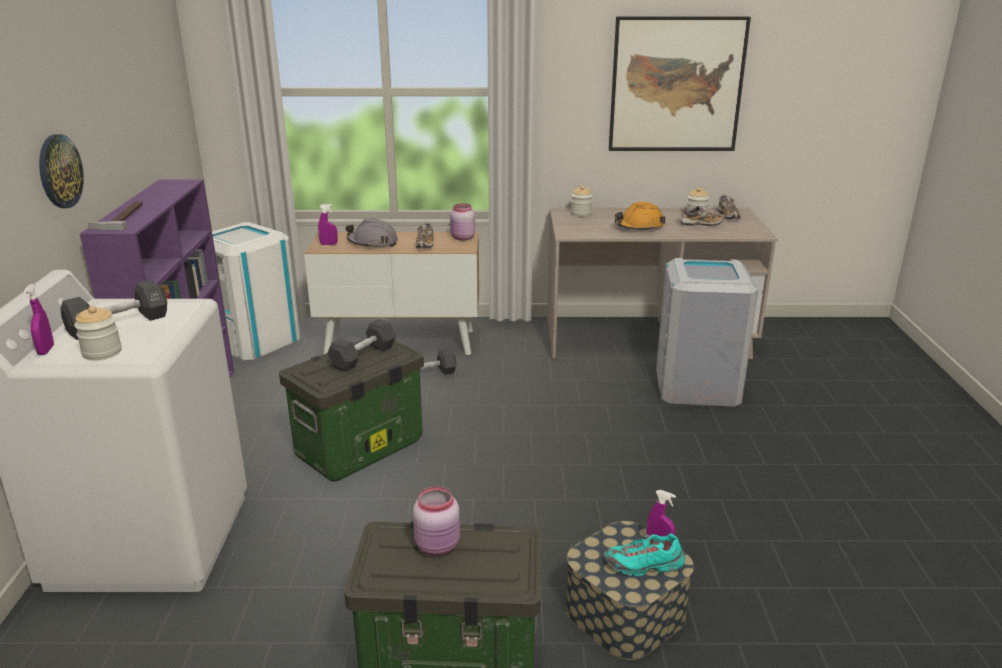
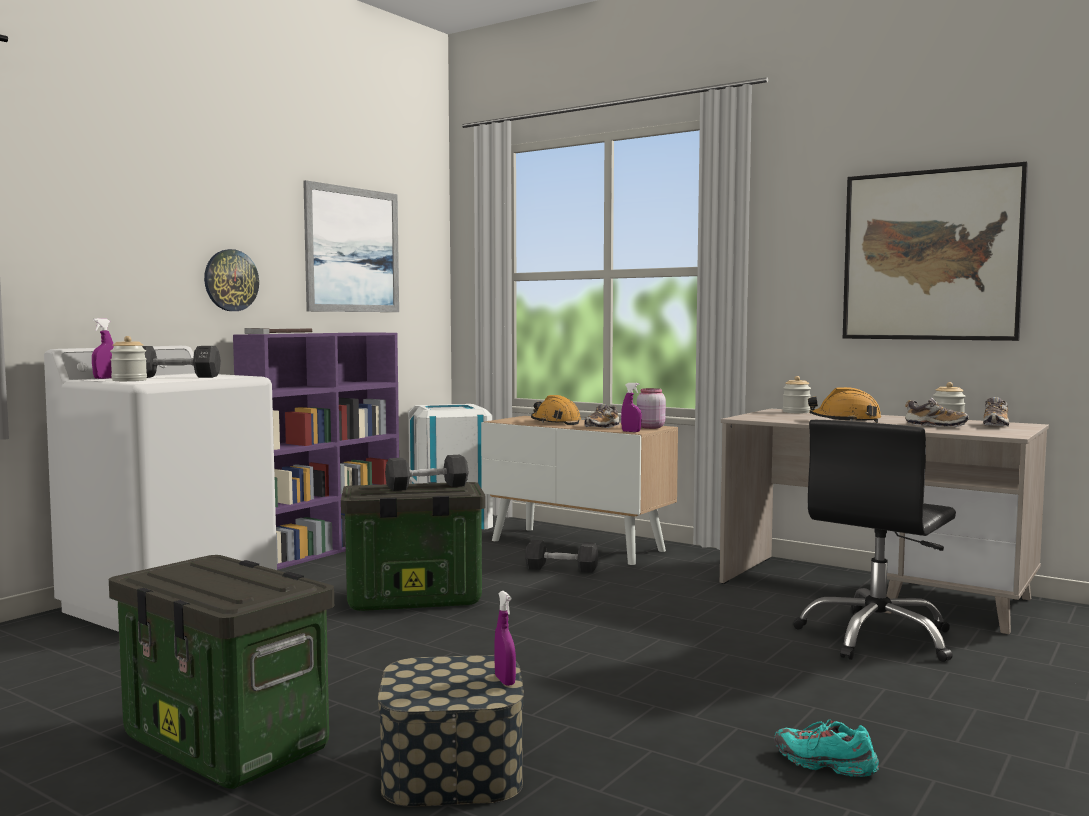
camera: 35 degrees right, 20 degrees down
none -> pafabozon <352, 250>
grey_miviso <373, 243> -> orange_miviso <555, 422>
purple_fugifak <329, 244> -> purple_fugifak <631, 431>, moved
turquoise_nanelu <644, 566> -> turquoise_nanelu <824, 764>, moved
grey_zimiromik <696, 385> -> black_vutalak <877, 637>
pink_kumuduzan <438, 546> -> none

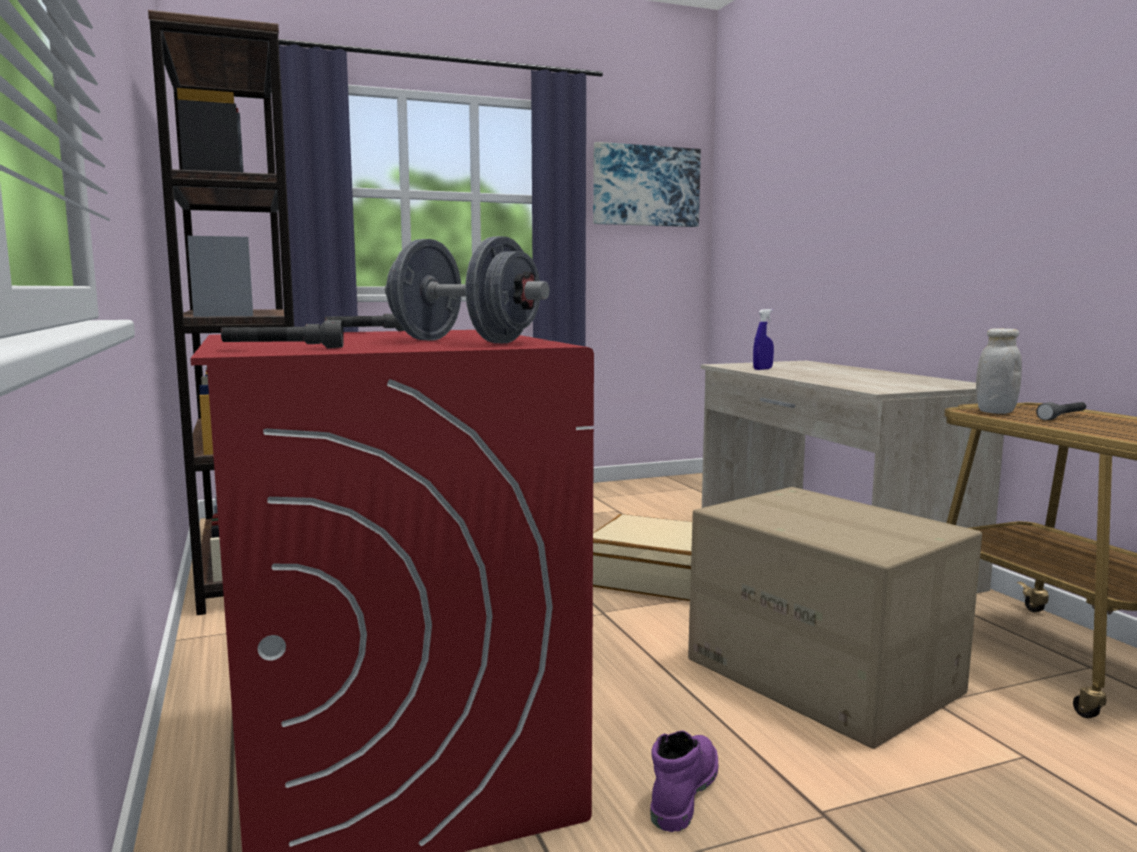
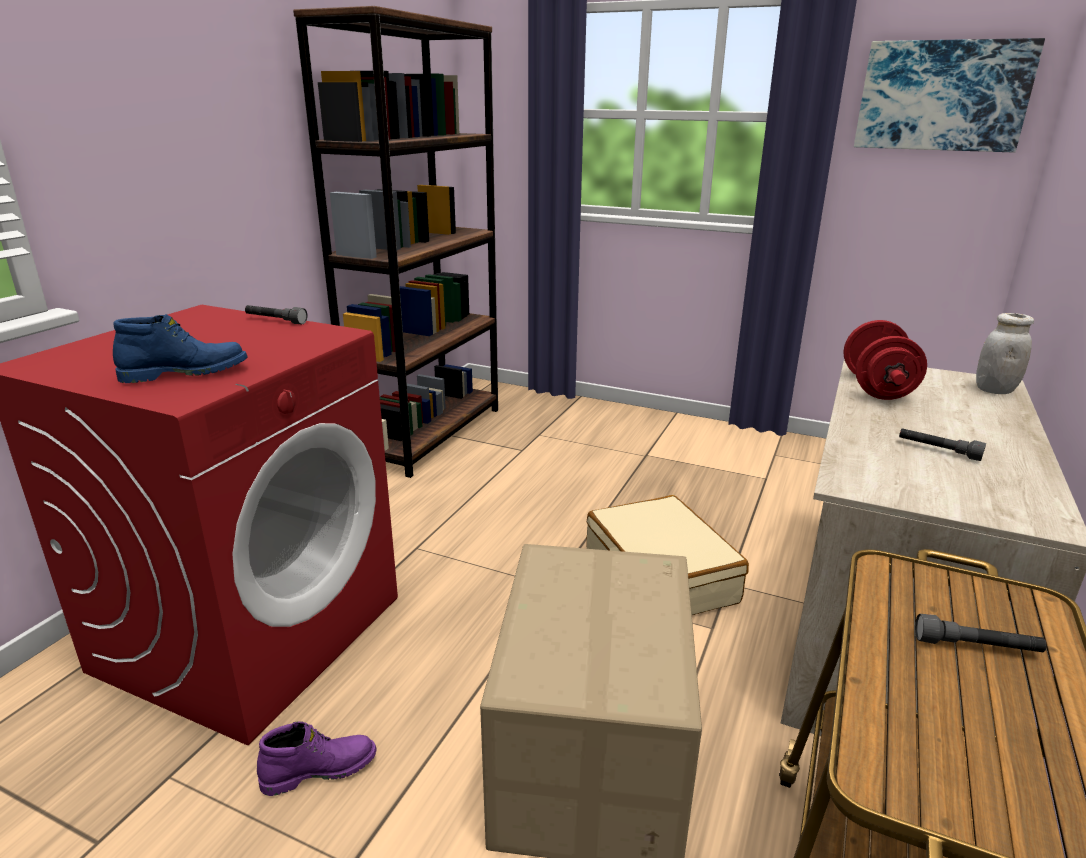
camera: 45 degrees right, 15 degrees up
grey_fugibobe <464, 341> -> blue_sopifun <186, 373>
blue_fugifak <762, 369> -> red_fugibobe <877, 388>
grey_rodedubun <283, 348> -> grey_rodedubun <938, 450>, moved
white_kumuduzan <995, 412> -> white_kumuduzan <994, 390>, moved

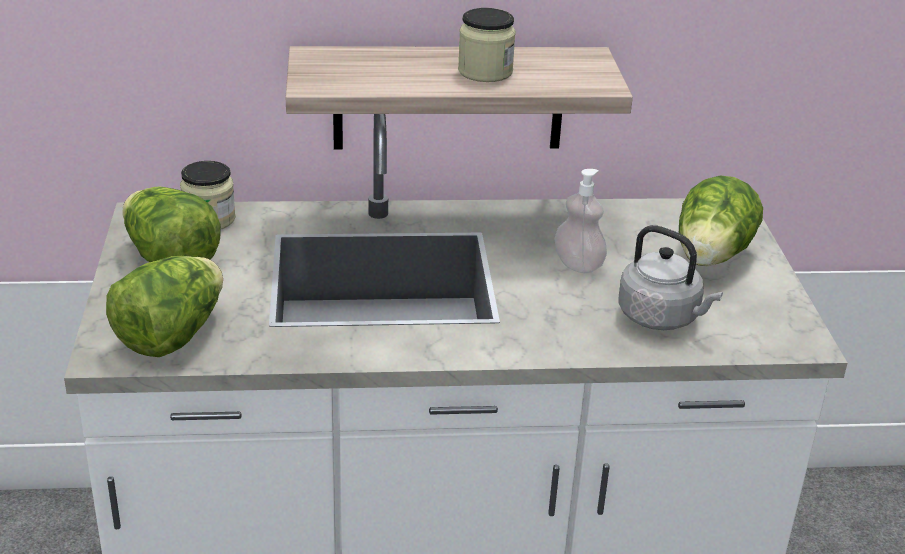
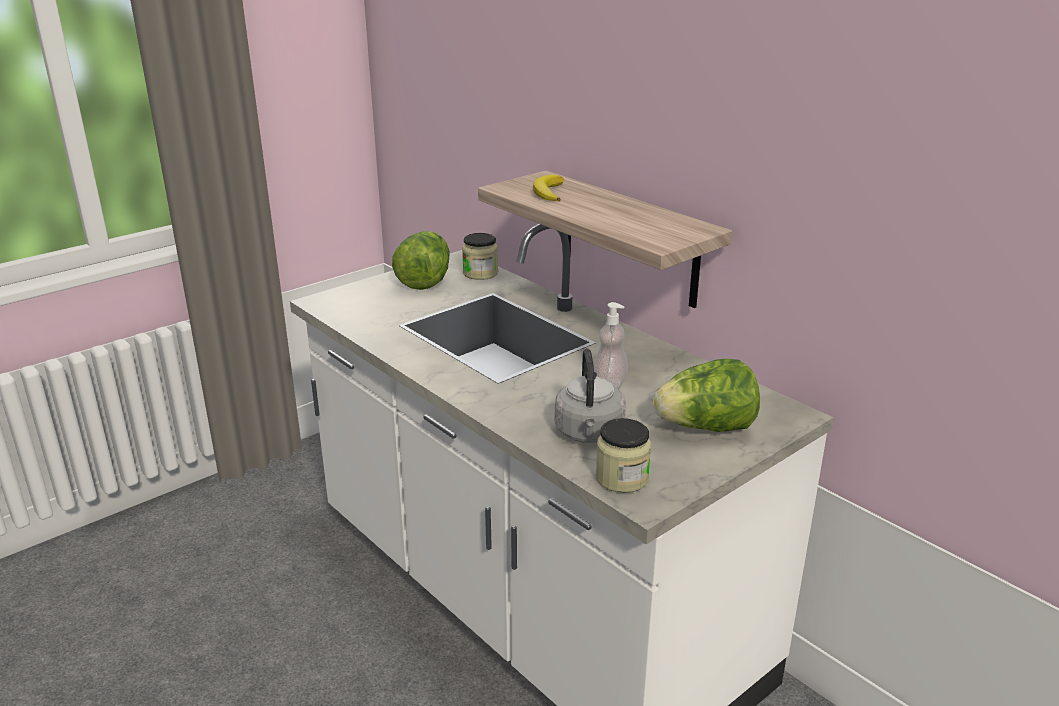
camera: 55 degrees right, 5 degrees down
none -> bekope <548, 192>
kumuduzan <485, 72> -> kumuduzan <622, 478>, moved
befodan <171, 335> -> none

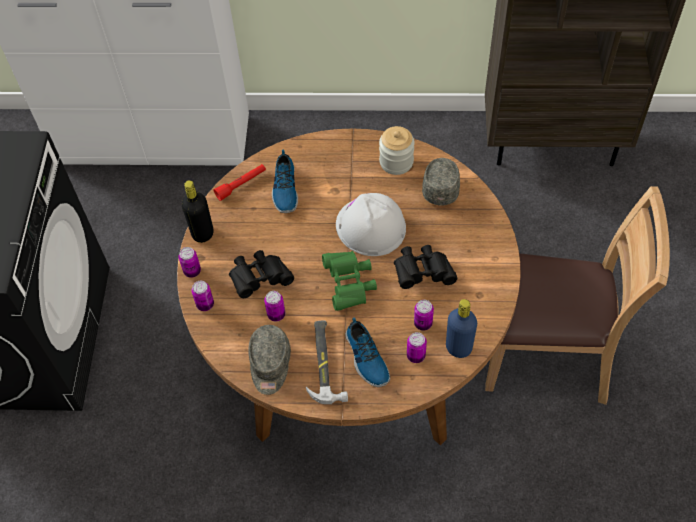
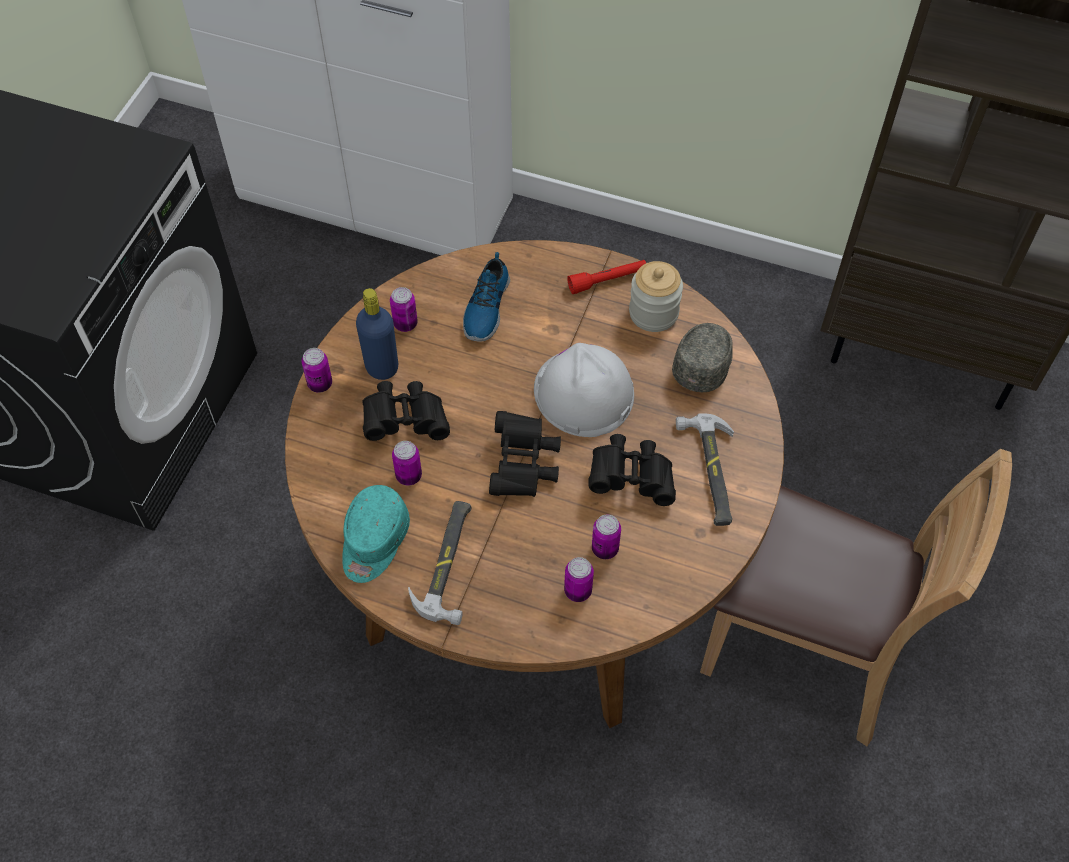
camera: 15 degrees right, 0 degrees up
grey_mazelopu <270, 364> -> turquoise_mazelopu <374, 542>
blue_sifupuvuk <458, 347> -> blue_sifupuvuk <382, 367>, moved
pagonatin <205, 304> -> pagonatin <405, 324>, moved
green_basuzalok <349, 285> -> black_basuzalok <523, 465>
red_rodedubun <241, 185> -> red_rodedubun <607, 280>, moved
none -> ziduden <710, 472>
black_sifupuvuk <202, 233> -> none
nanelu <366, 358> -> none

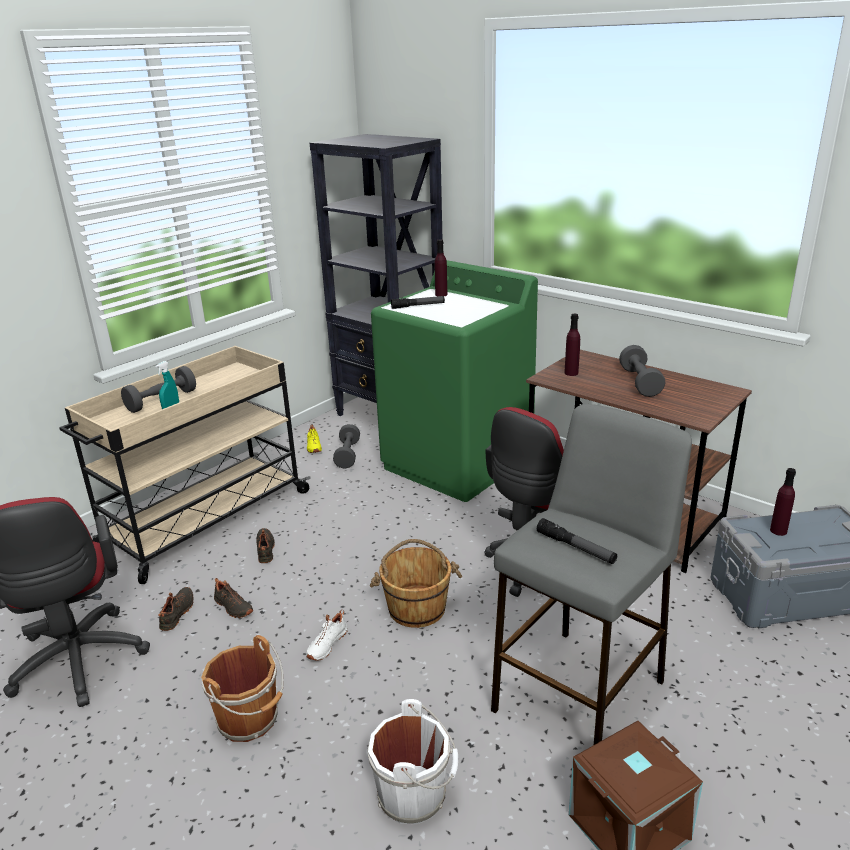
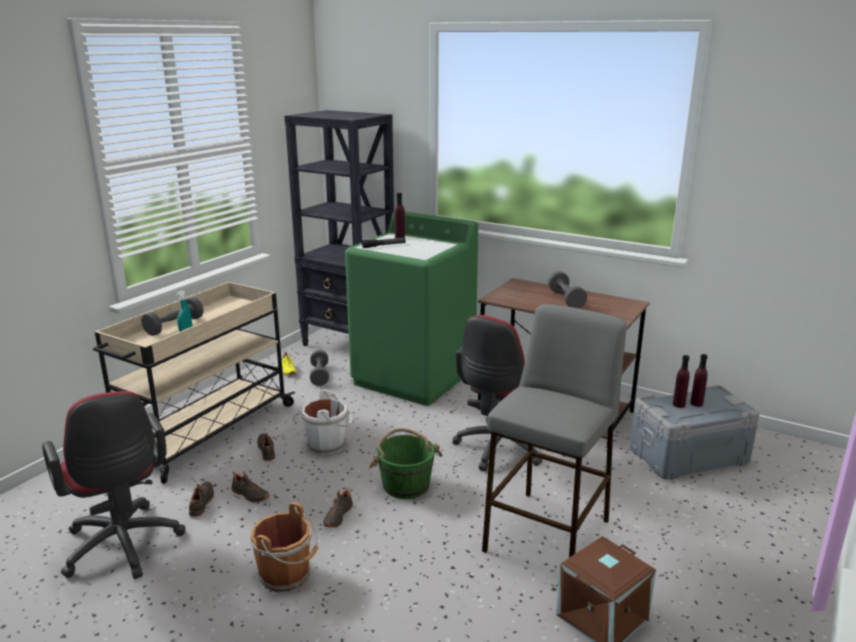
camera: 10 degrees left, 5 degrees down
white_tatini <415, 795> -> white_tatini <328, 444>, moved
white_nanelu <326, 644> -> black_nanelu <337, 516>
brown_tatini <417, 607> -> green_tatini <406, 484>
purple_sifupuvuk <571, 373> -> purple_sifupuvuk <696, 403>, moved
rodedubun <576, 547> -> none

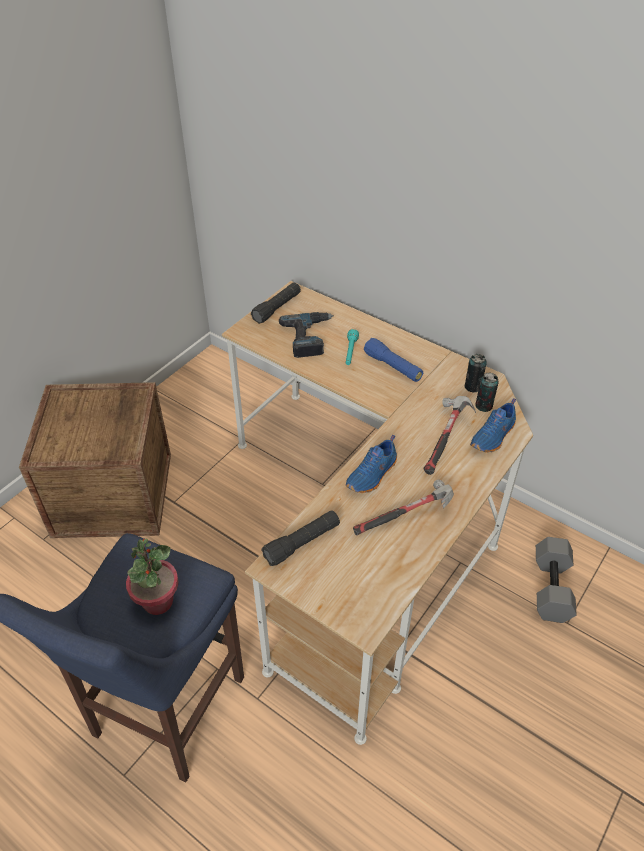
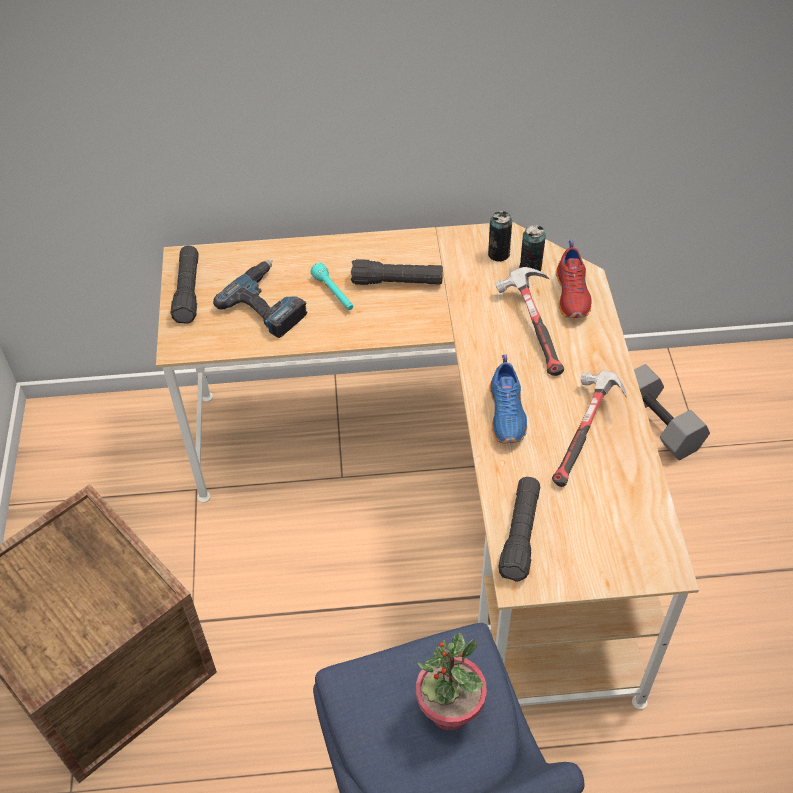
camera: 40 degrees left, 5 degrees up
blue_rodedubun <393, 367> -> black_rodedubun <397, 282>
blue_nanelu <493, 437> -> red_nanelu <573, 295>

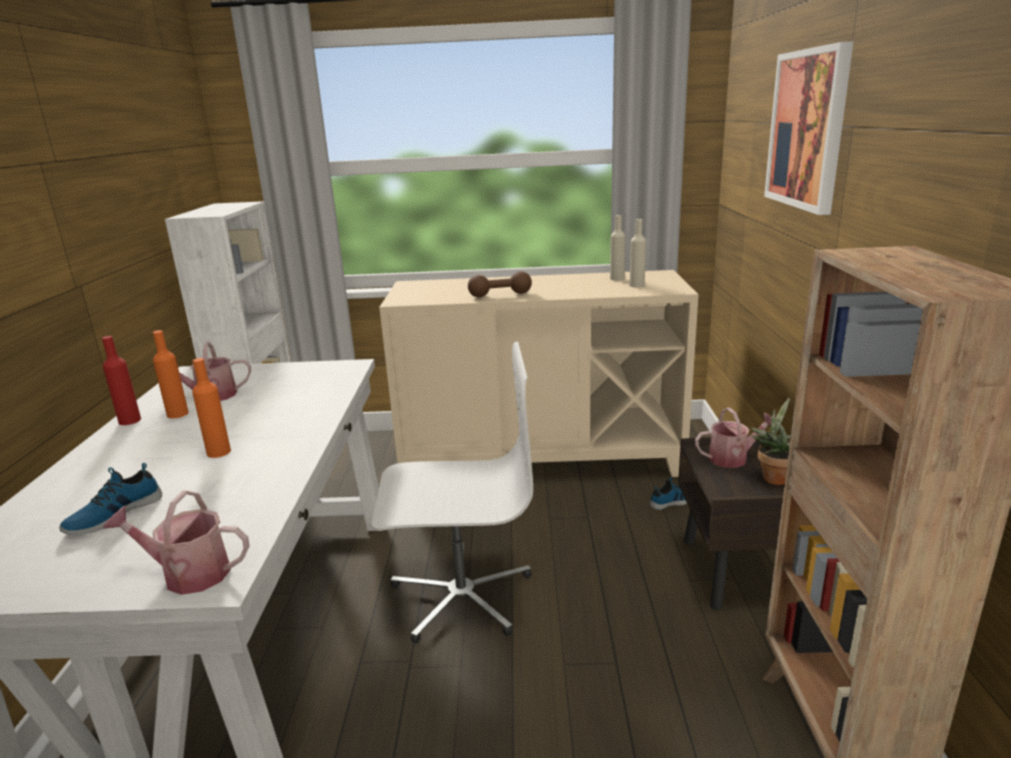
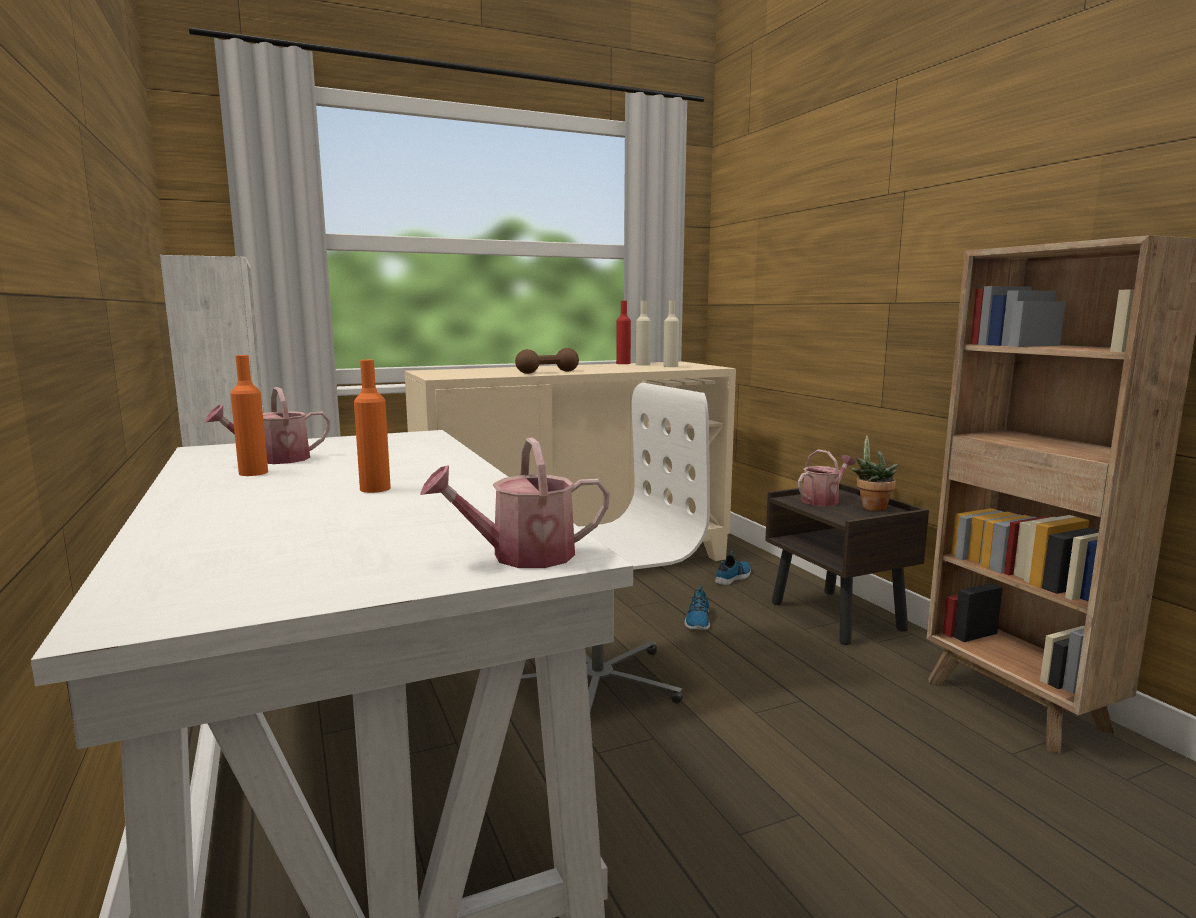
camera: 25 degrees left, 10 degrees down
red_sifupuvuk <129, 420> -> red_sifupuvuk <623, 363>, moved
nanelu <113, 514> -> nanelu <697, 620>, moved
pafabozon <808, 129> -> none

